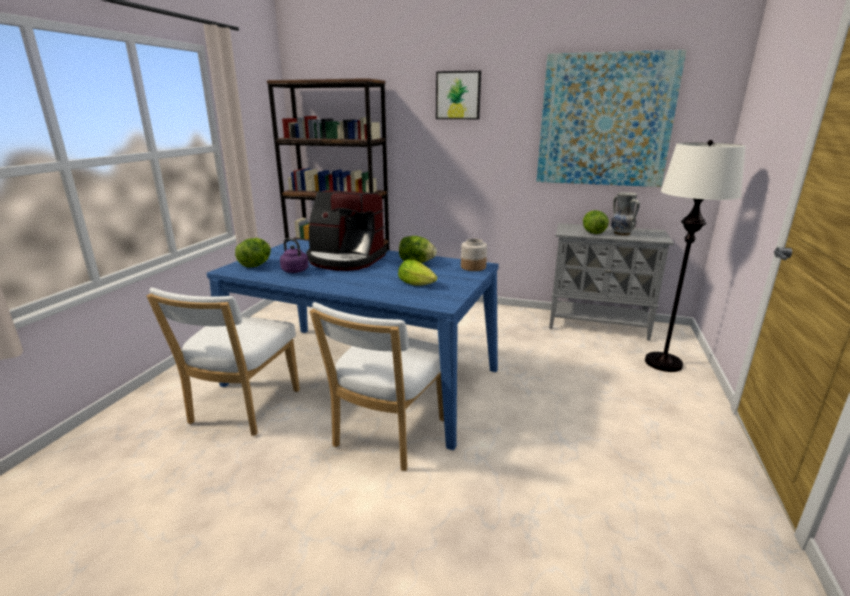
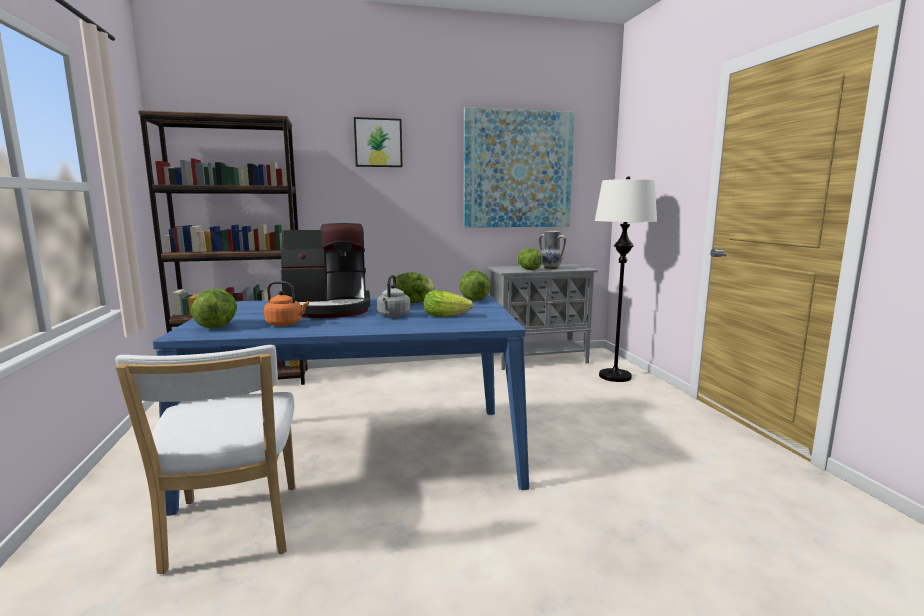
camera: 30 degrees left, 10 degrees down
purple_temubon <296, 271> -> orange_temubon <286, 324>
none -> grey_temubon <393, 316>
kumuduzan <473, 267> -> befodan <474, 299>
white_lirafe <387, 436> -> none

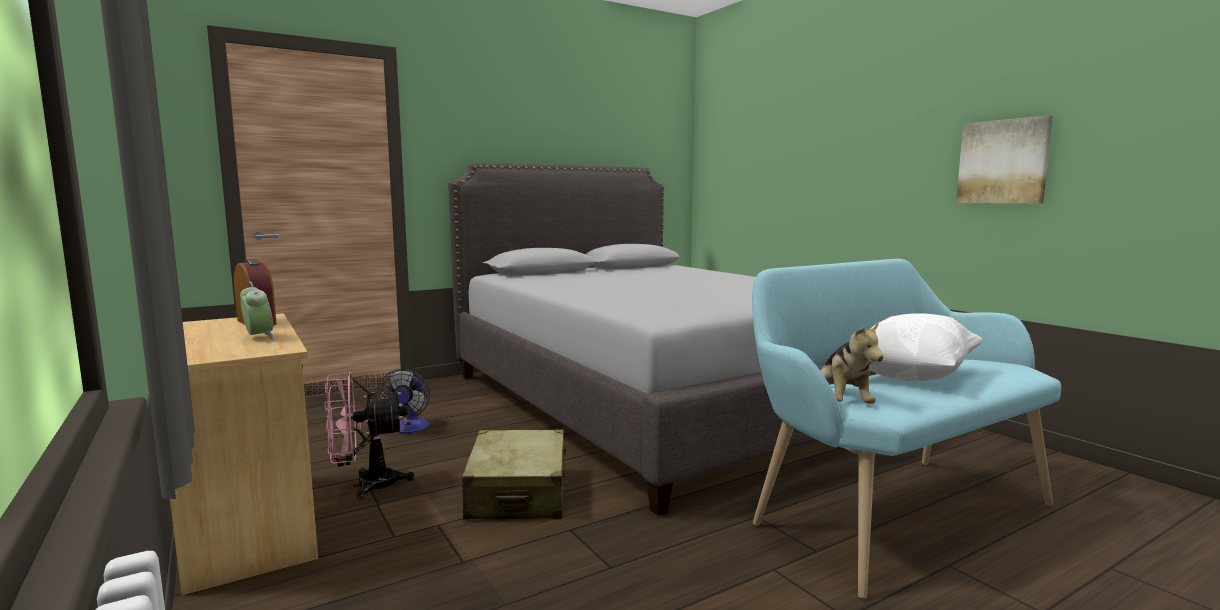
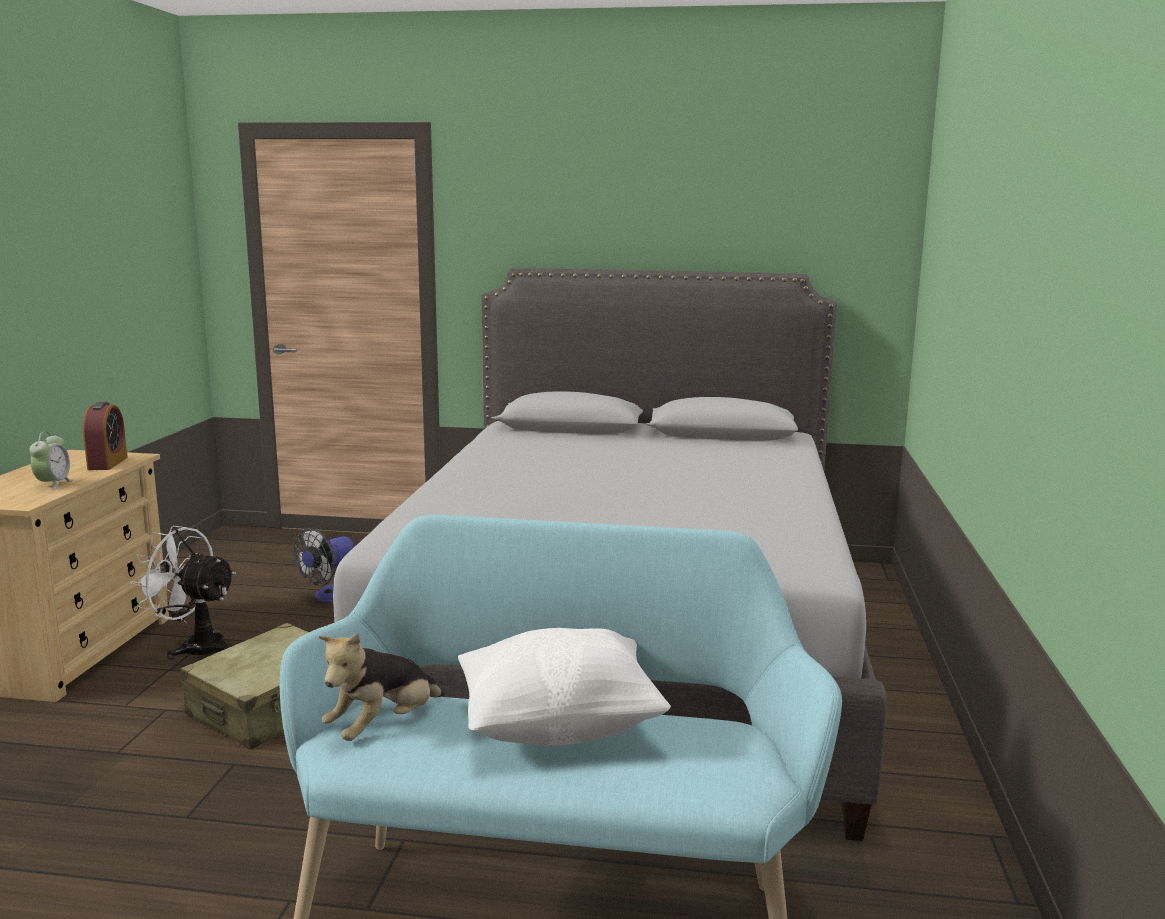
camera: 40 degrees right, 5 degrees up
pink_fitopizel <366, 485> -> white_fitopizel <195, 647>
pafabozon <1003, 162> -> none

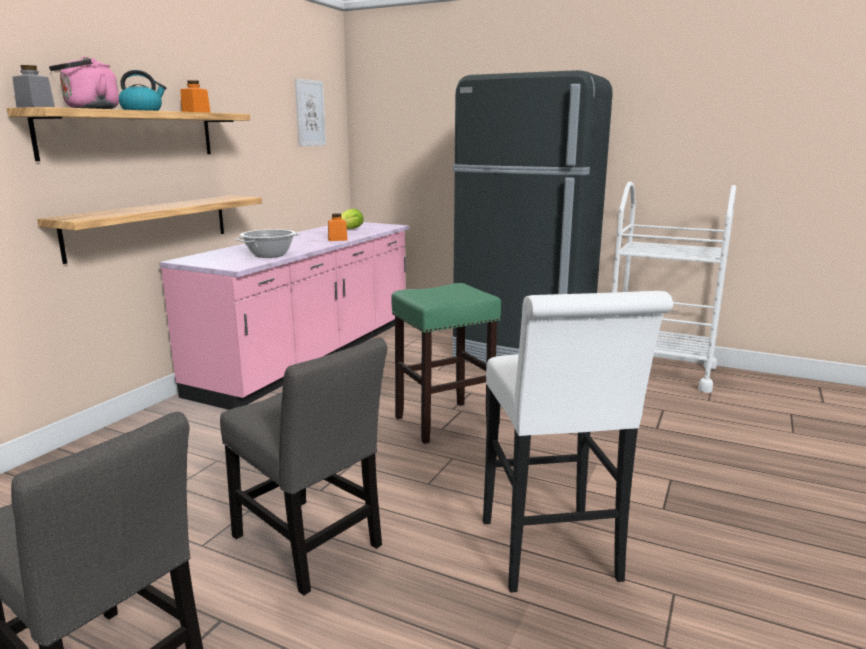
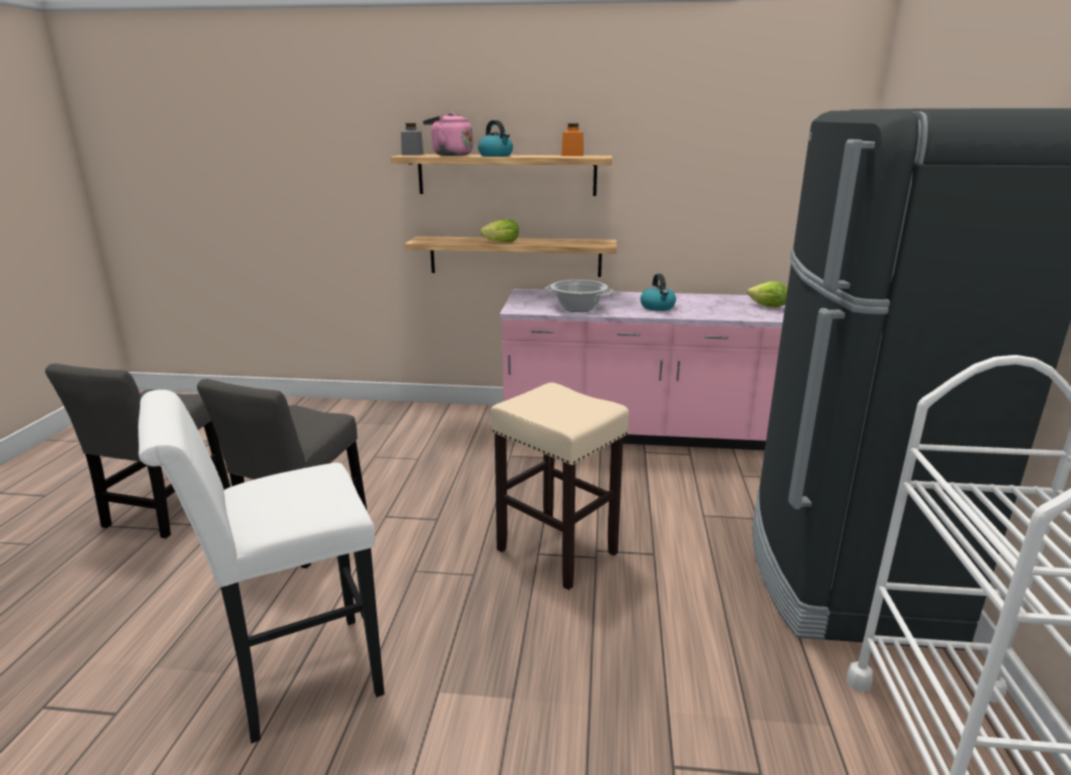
camera: 70 degrees right, 5 degrees up
none -> befodan <501, 242>
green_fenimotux <445, 421> -> beige_fenimotux <558, 551>
none -> temubon <658, 307>
pafabozon <310, 113> -> none
orange_kumuduzan <337, 239> -> none

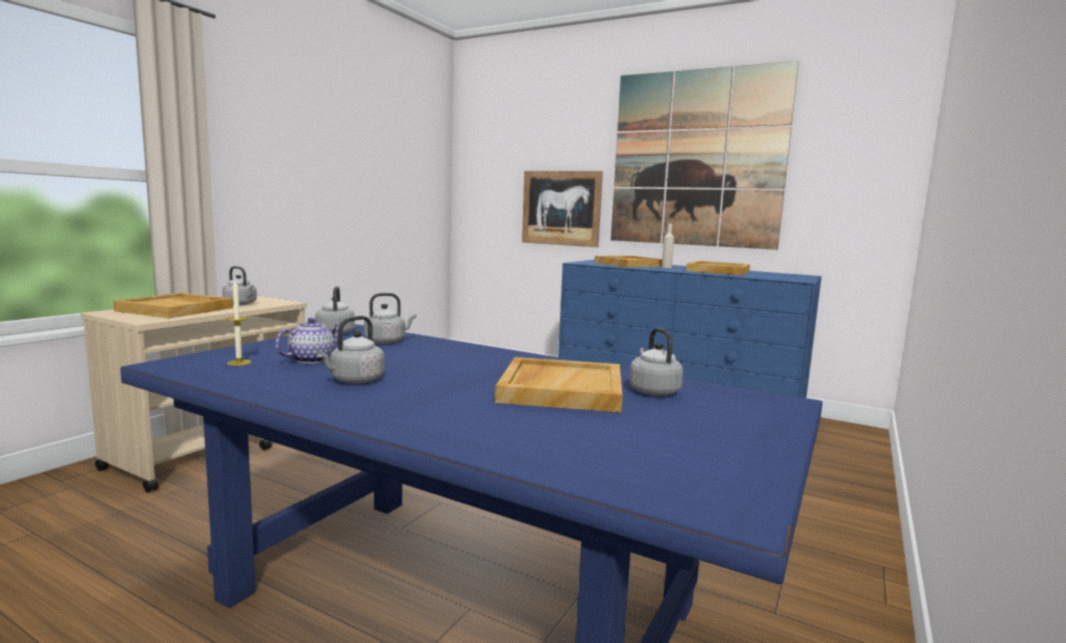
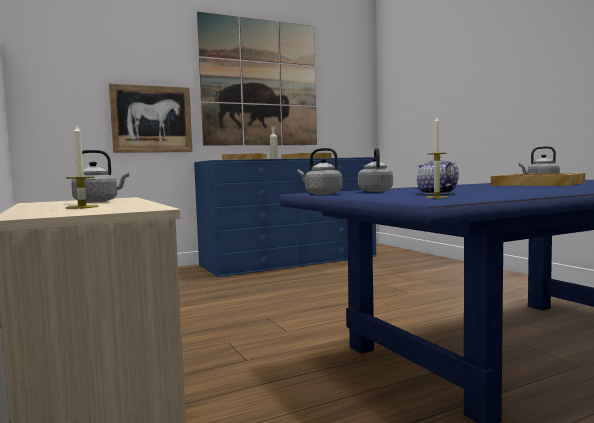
camera: 55 degrees left, 5 degrees down
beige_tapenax <177, 309> -> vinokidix <82, 207>
grey_temubon <354, 380> -> none

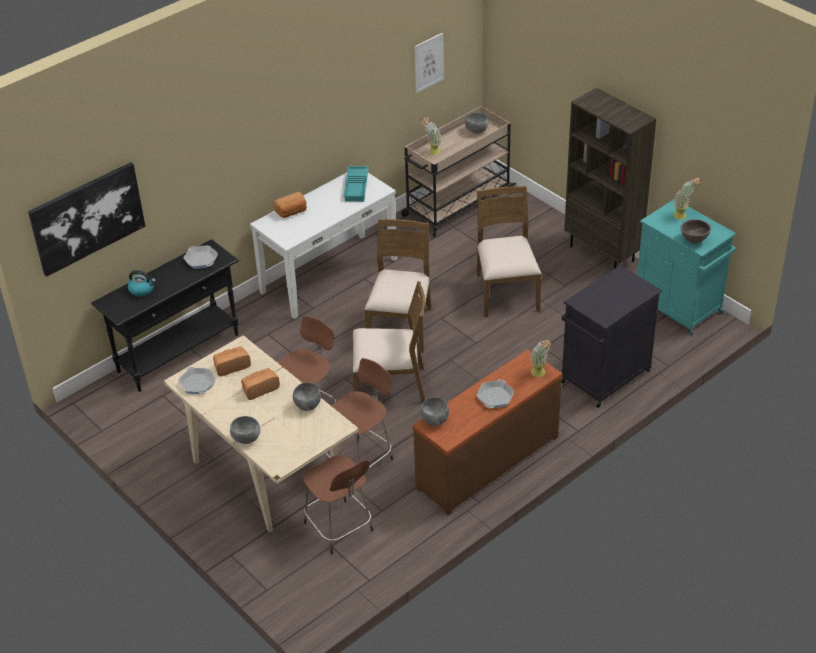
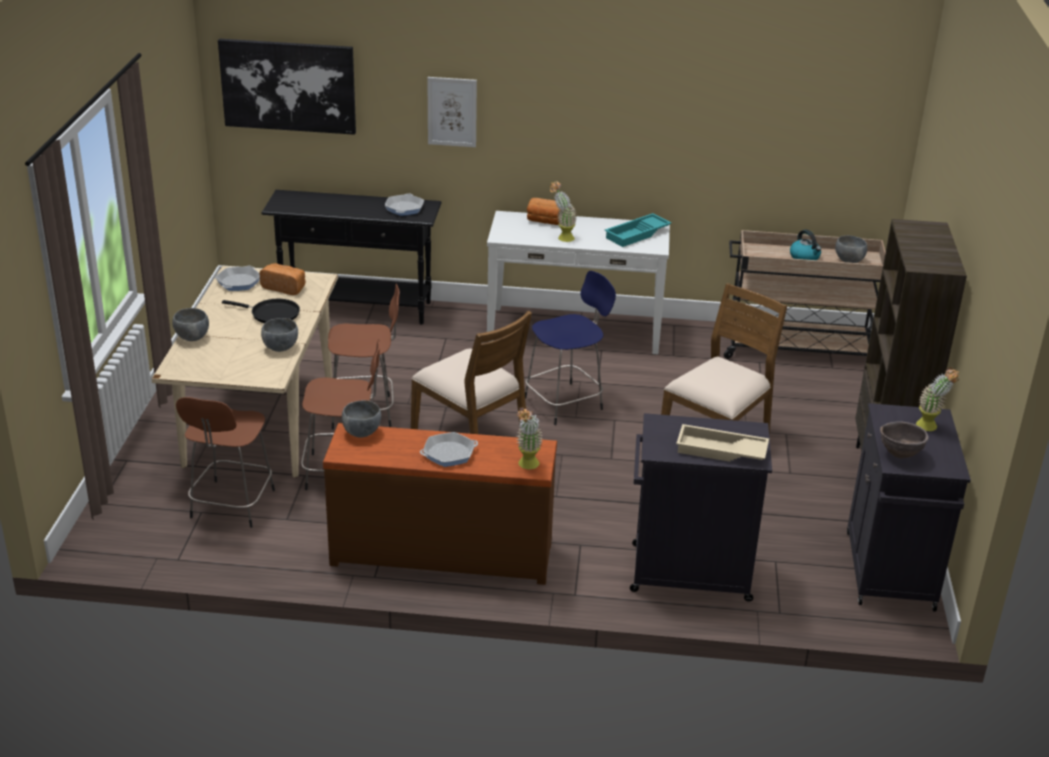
camera: 45 degrees right, 10 degrees down
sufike <260, 389> -> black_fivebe <272, 314>
pafabozon <428, 62> -> pafabozon <452, 112>, moved
brown_lirafe <401, 326> -> blue_fenimotux <566, 403>
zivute <432, 152> -> zivute <561, 238>, moved
none -> beige_tapenax <720, 451>
temubon <142, 290> -> temubon <805, 257>, moved
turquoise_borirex <679, 307> -> black_borirex <890, 572>

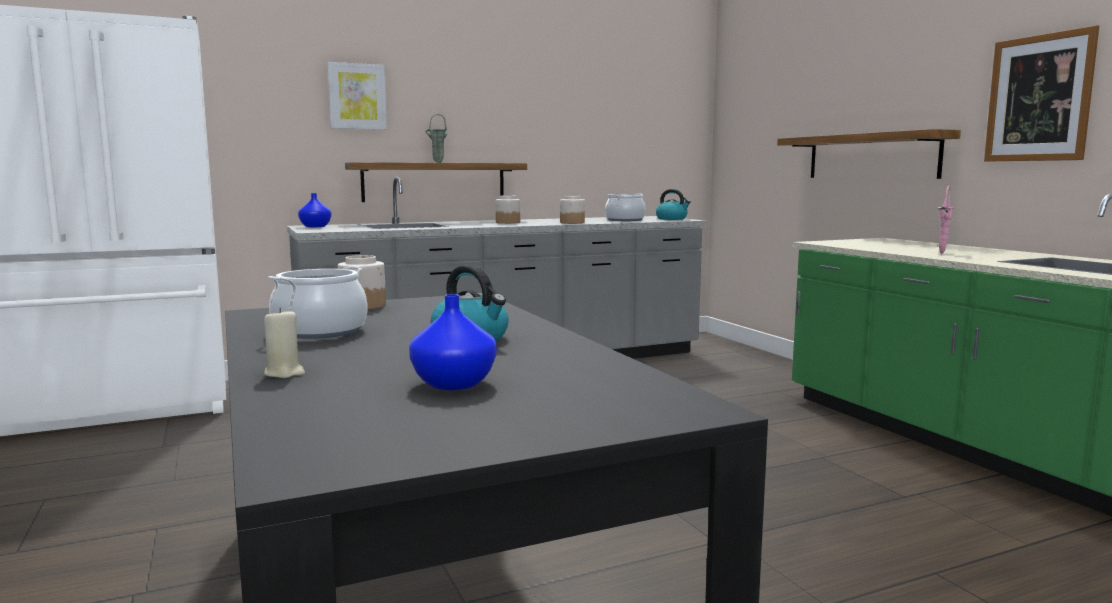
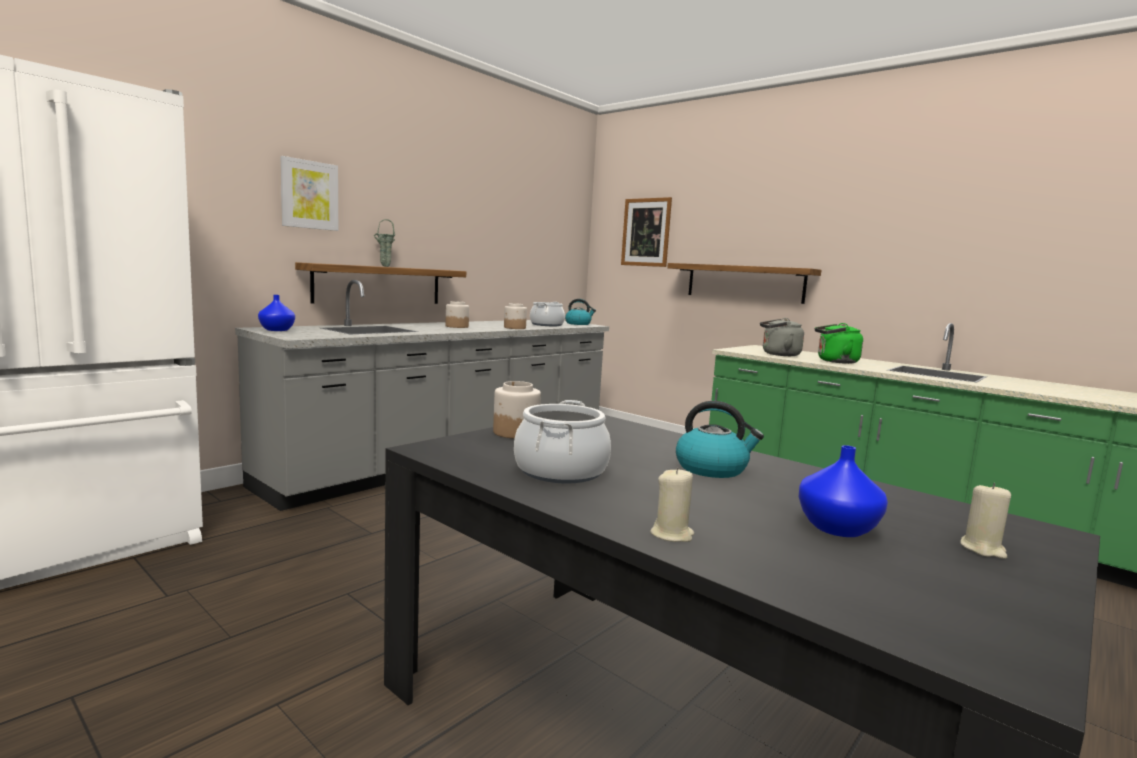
camera: 25 degrees left, 0 degrees up
pafabozon <1039, 98> -> pafabozon <646, 232>, moved
none -> grey_temubon <778, 354>
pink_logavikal <942, 253> -> green_temubon <835, 361>
none -> beige_vinokidix <983, 549>

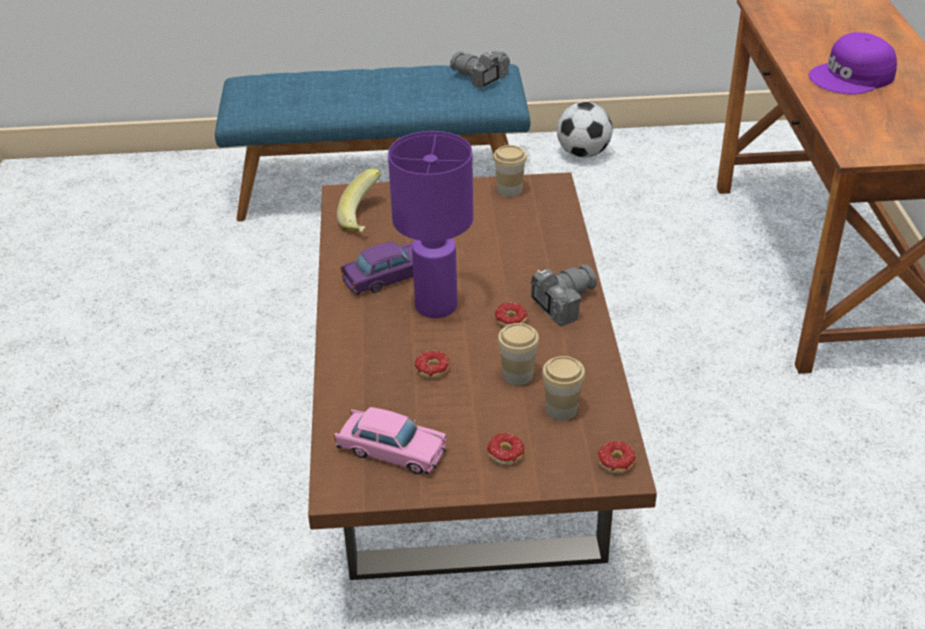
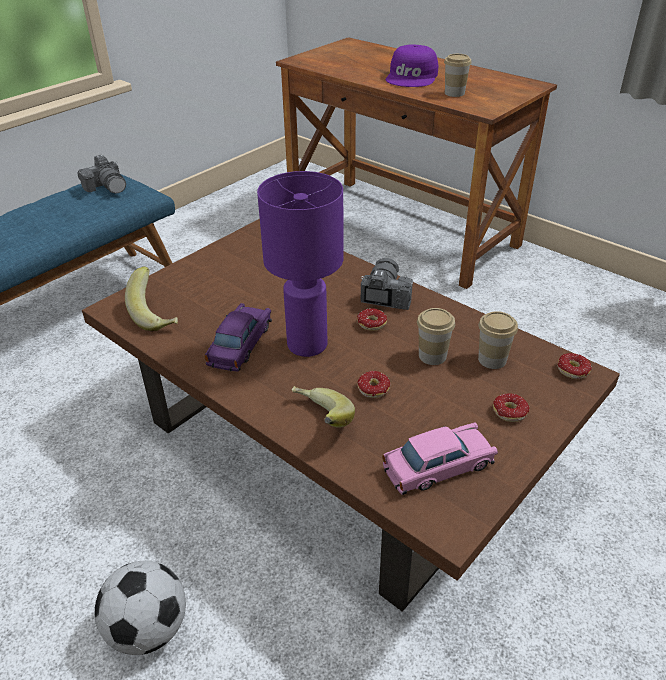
camera: 45 degrees left, 0 degrees up
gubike <480, 77> -> gubike <107, 187>, 120 degrees counterclockwise
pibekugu <583, 153> -> pibekugu <148, 629>, moved
none -> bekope <319, 421>
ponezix <509, 190> -> ponezix <454, 93>, moved

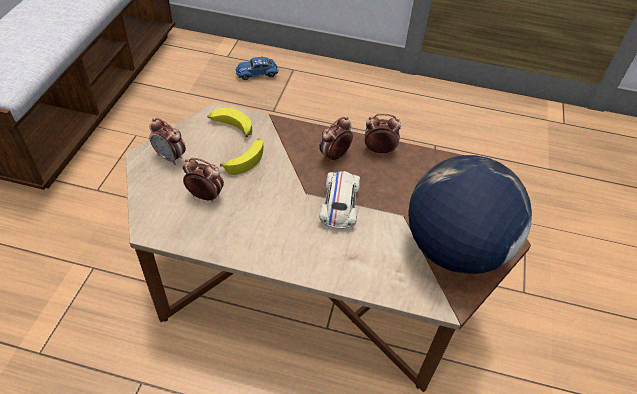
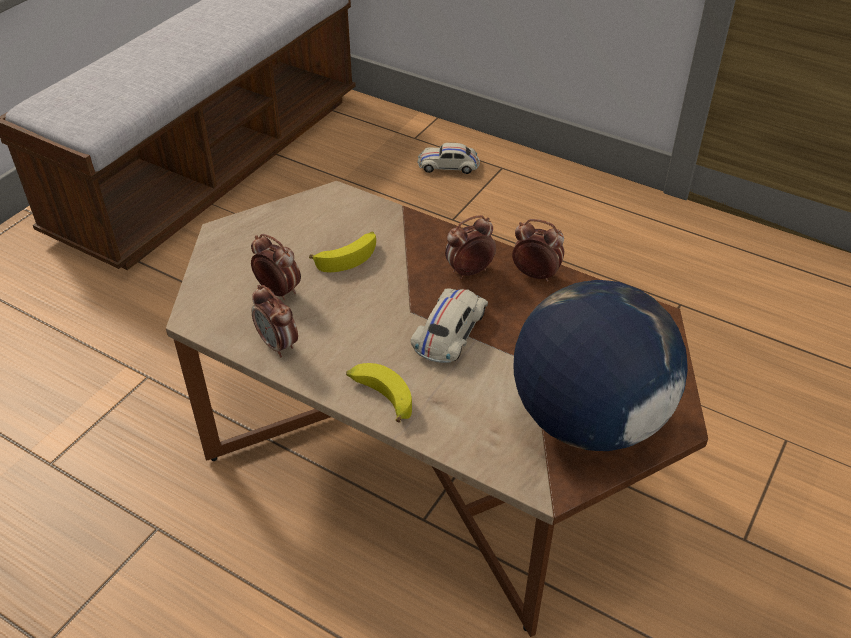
camera: 20 degrees right, 5 degrees down
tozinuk <170, 157> -> tozinuk <278, 345>, moved
bekope <230, 127> -> bekope <380, 397>, moved
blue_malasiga <257, 73> -> white_malasiga <448, 166>

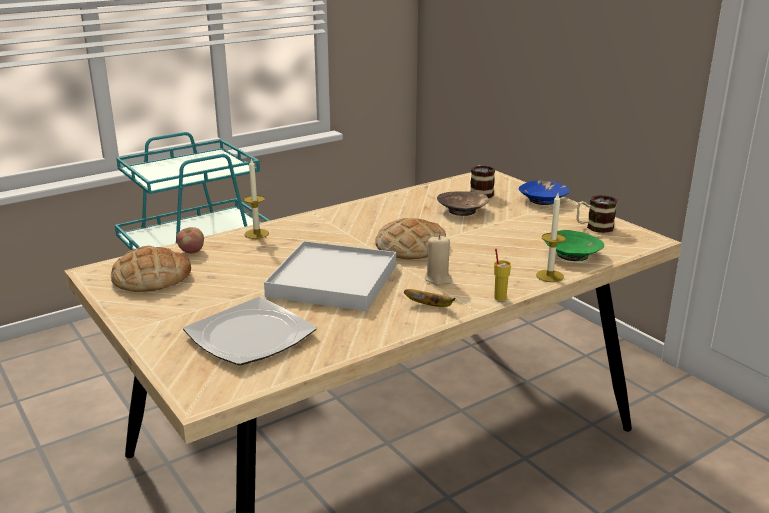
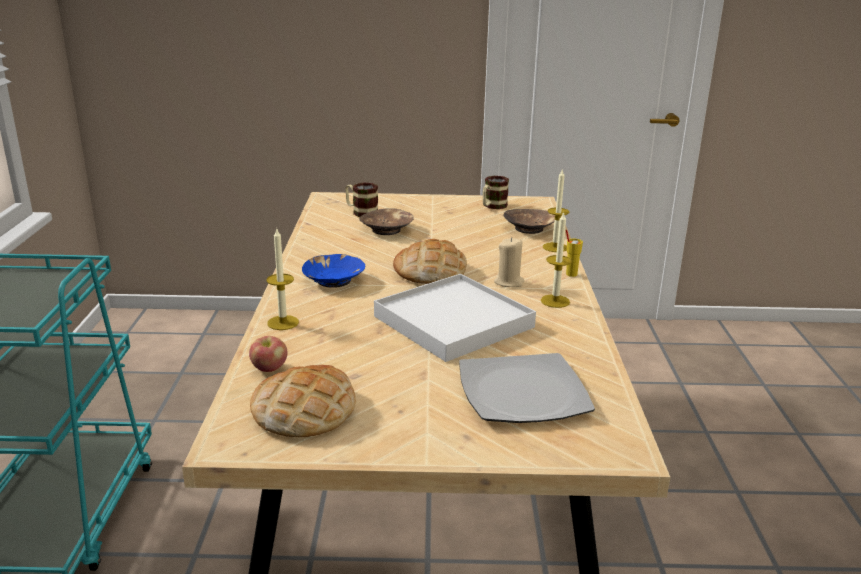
camera: 55 degrees left, 0 degrees up
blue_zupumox <543, 200> -> blue_zupumox <334, 280>, moved
green_zupumox <572, 255> -> brown_zupumox <529, 229>
bekope <430, 306> -> vinokidix <555, 301>

